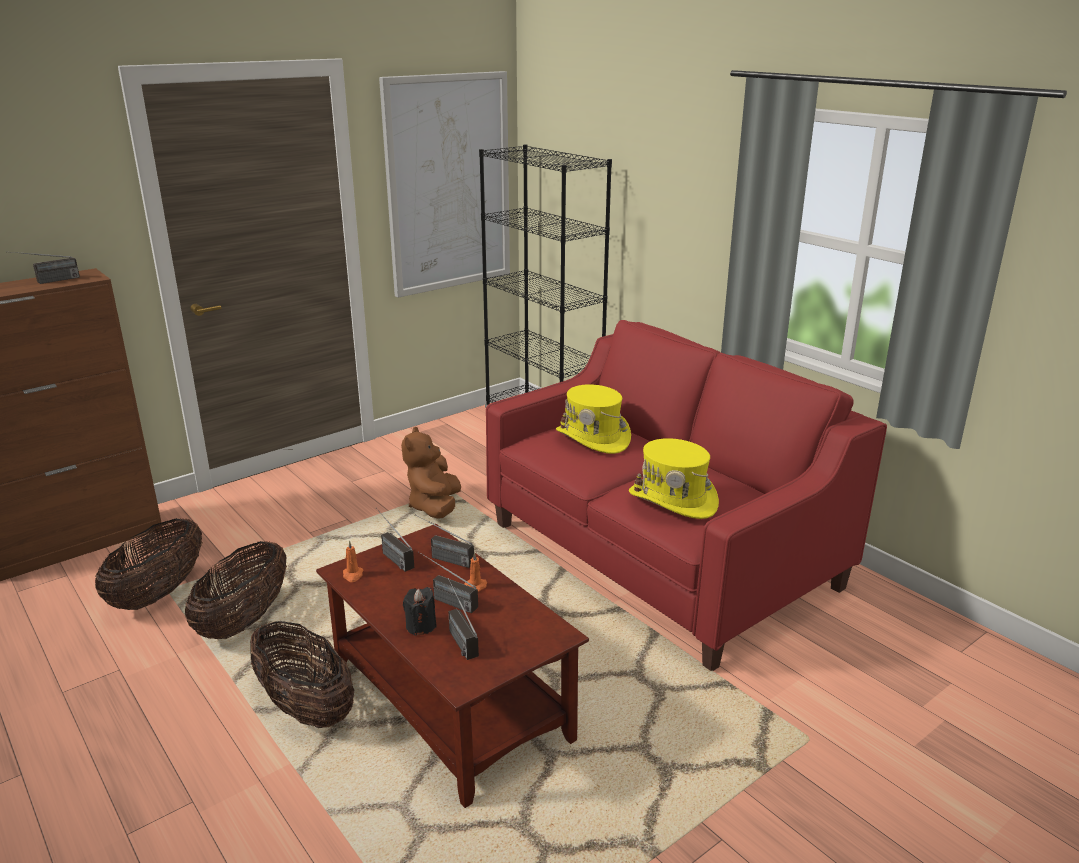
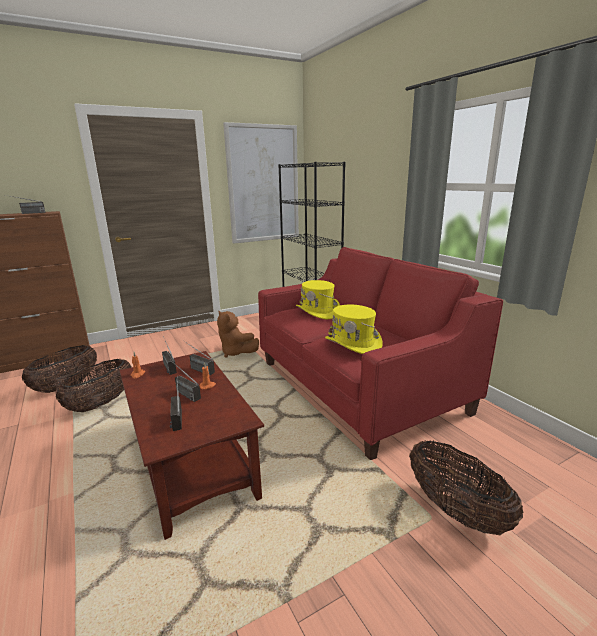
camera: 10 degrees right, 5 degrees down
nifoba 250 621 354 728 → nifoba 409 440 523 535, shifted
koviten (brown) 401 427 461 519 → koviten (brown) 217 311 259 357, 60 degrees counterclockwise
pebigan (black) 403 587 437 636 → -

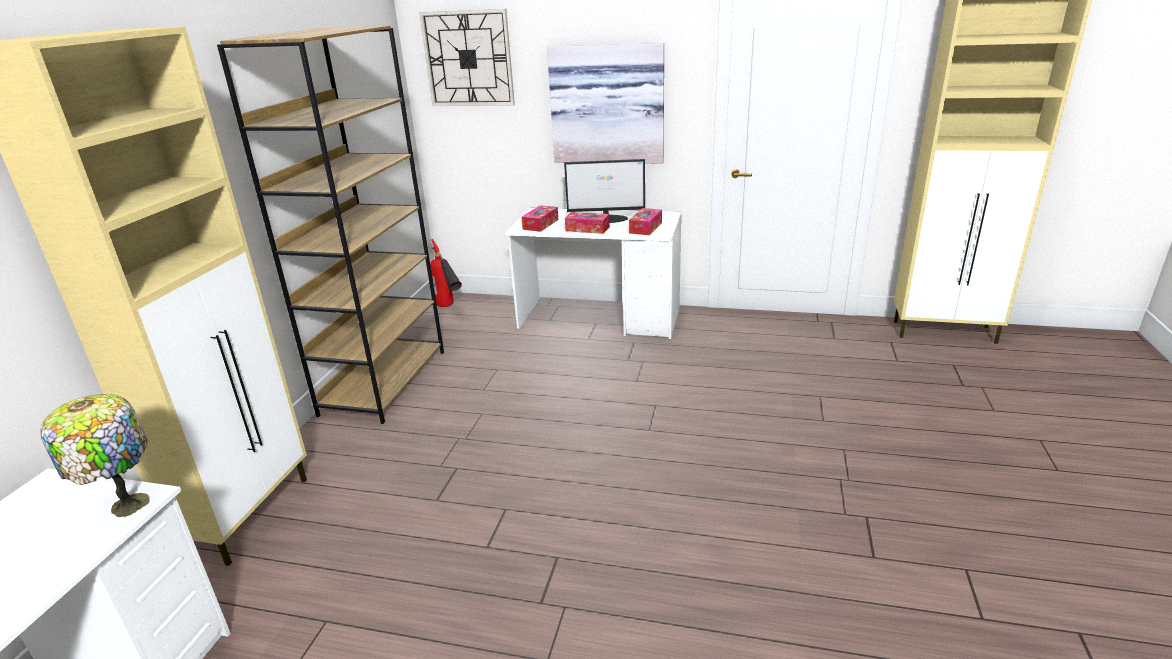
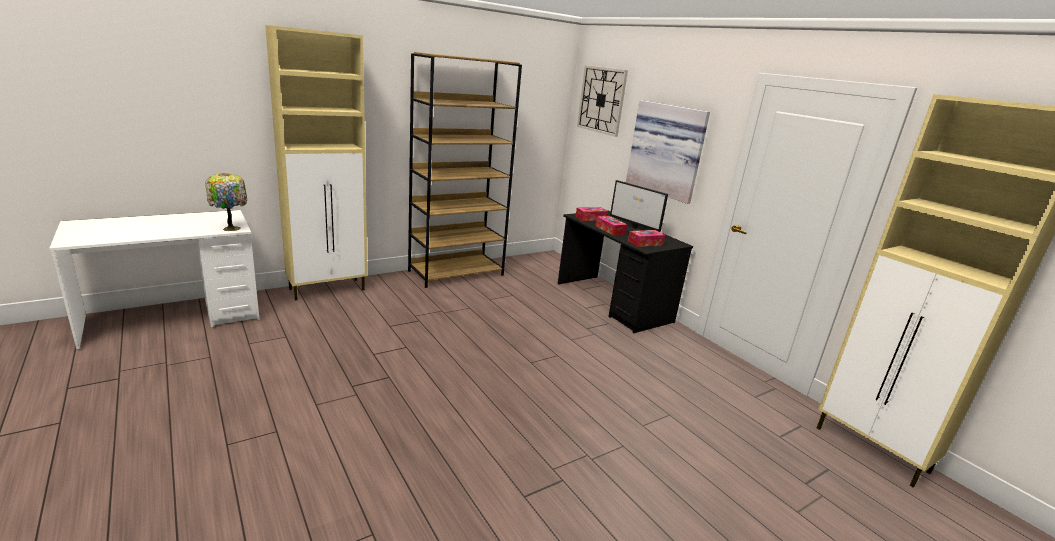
camera: 40 degrees right, 5 degrees down
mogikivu 430 239 462 307 → -
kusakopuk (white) 505 208 682 339 → kusakopuk (black) 558 210 693 334

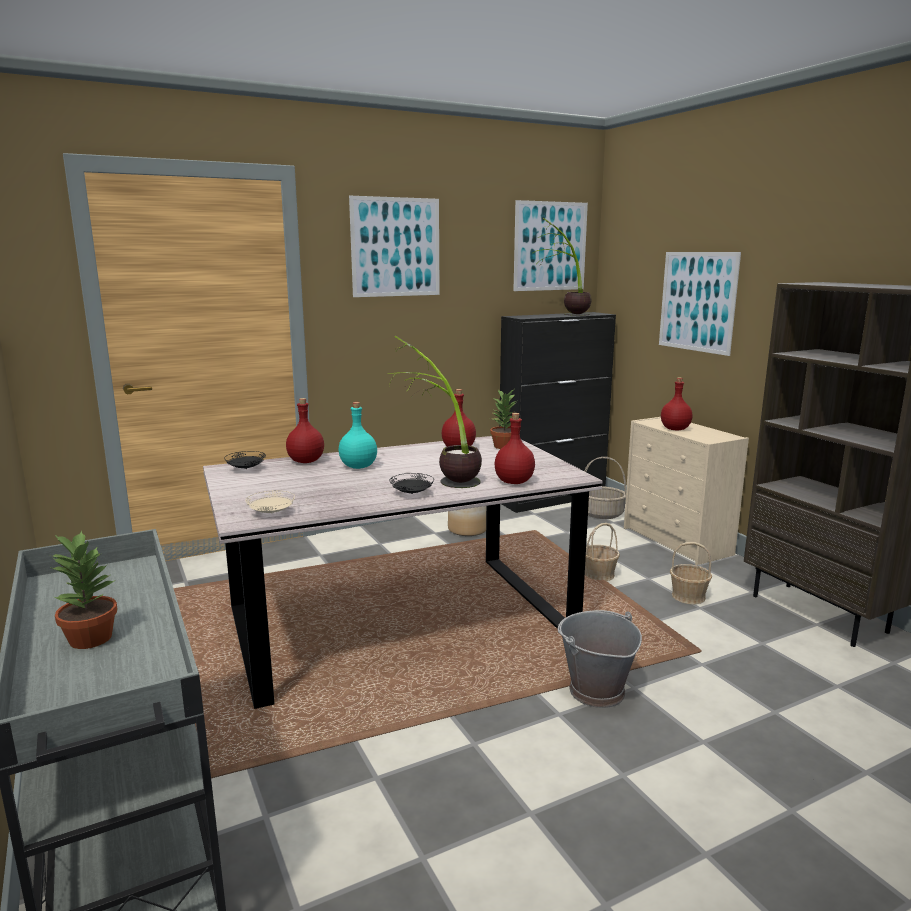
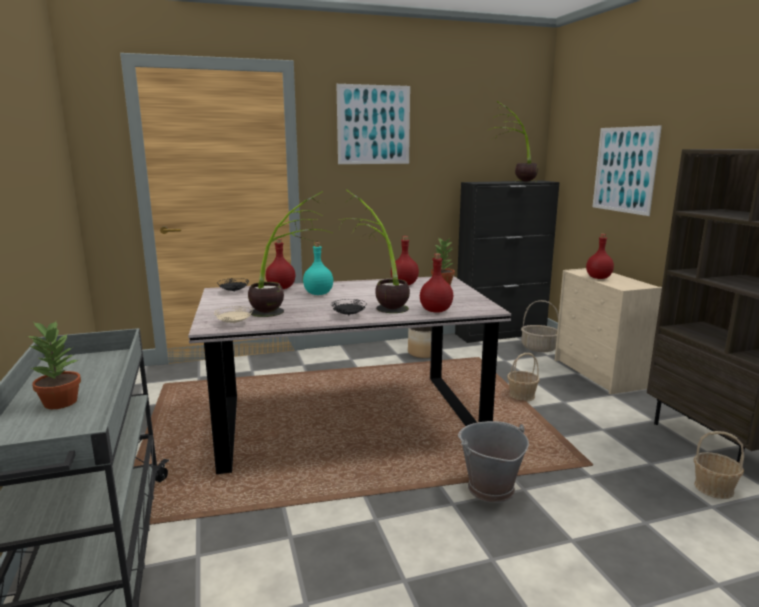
camera: 10 degrees right, 0 degrees up
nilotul 513 200 588 291 → -
nifoba 670 542 712 604 → nifoba 694 431 744 499, shifted
- → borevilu 248 191 332 317

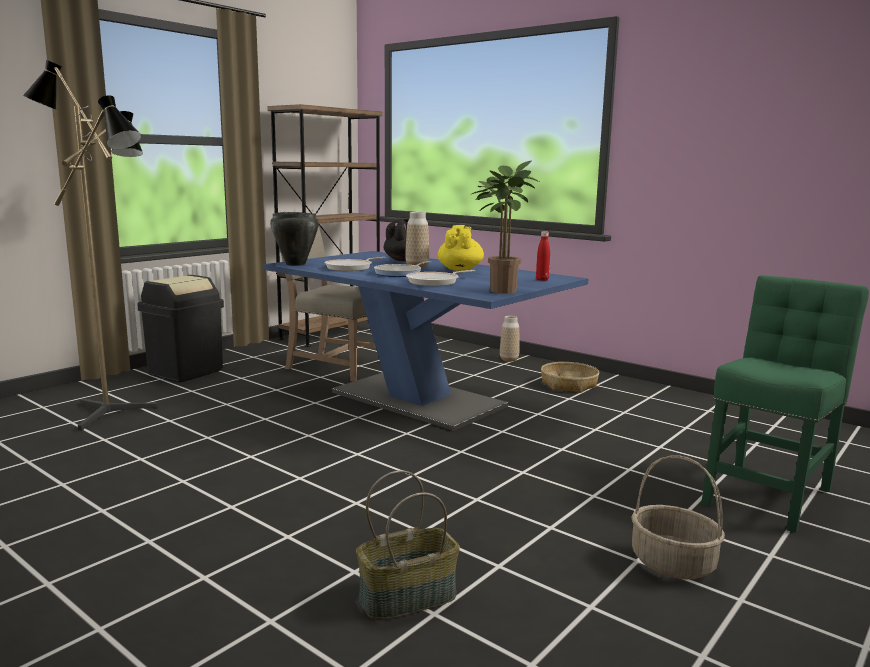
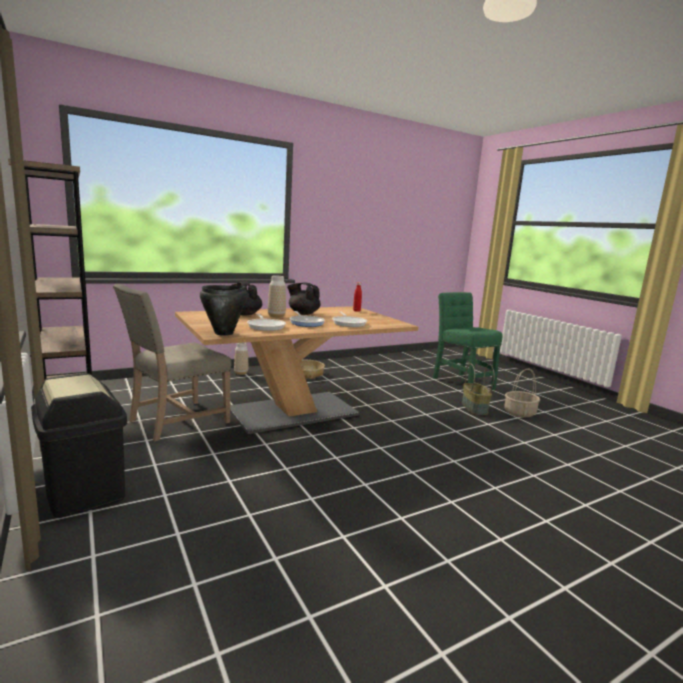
camera: 70 degrees left, 0 degrees up
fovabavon 23 60 157 431 → -
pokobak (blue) 263 251 588 431 → pokobak (brown) 175 306 418 434
nifoba 356 470 460 620 → nifoba 462 364 495 415, shifted
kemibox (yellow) 438 225 484 271 → kemibox (black) 287 282 321 315
borevilu 470 161 539 294 → -

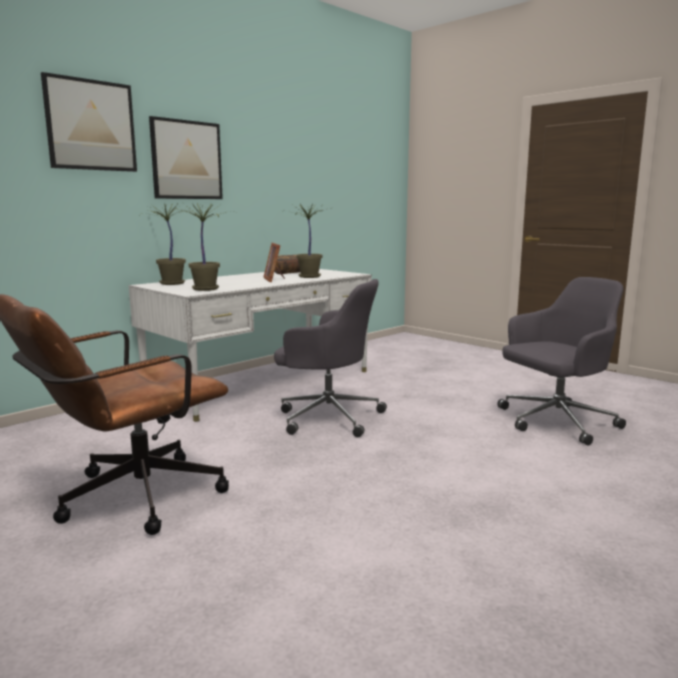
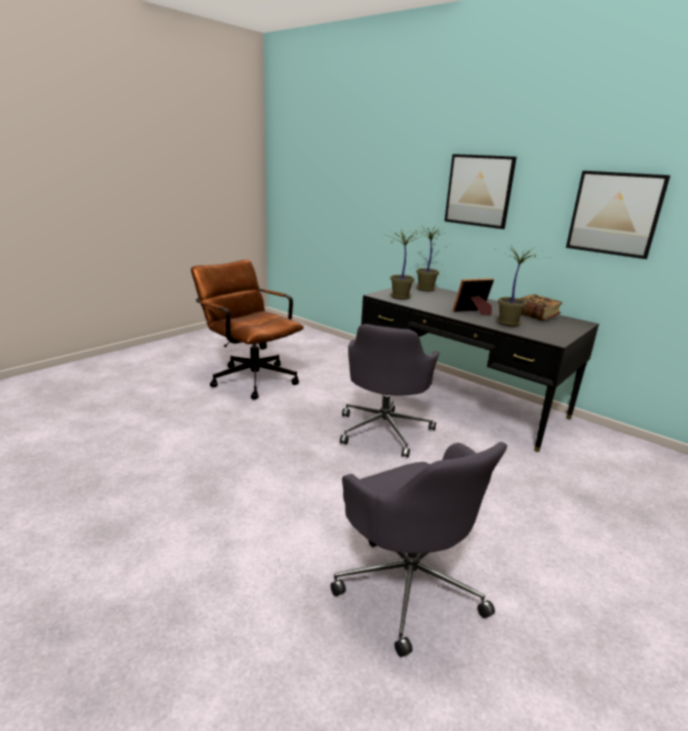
camera: 85 degrees right, 10 degrees up
nilotul 41 72 137 172 → nilotul 566 171 670 259, shifted
kusakopuk (white) 129 269 372 422 → kusakopuk (black) 361 282 599 452

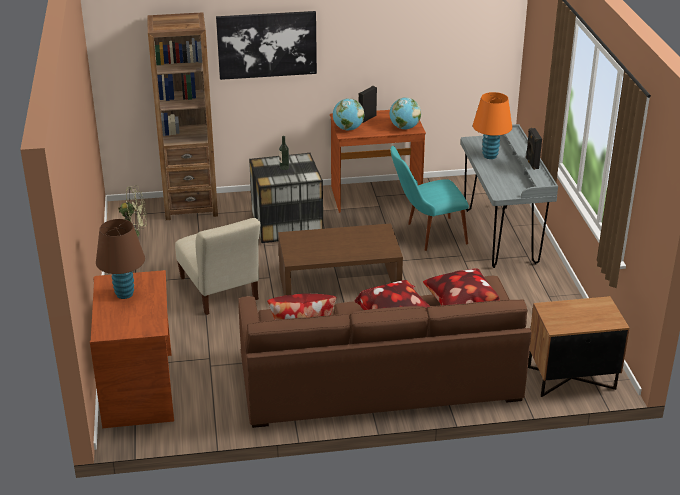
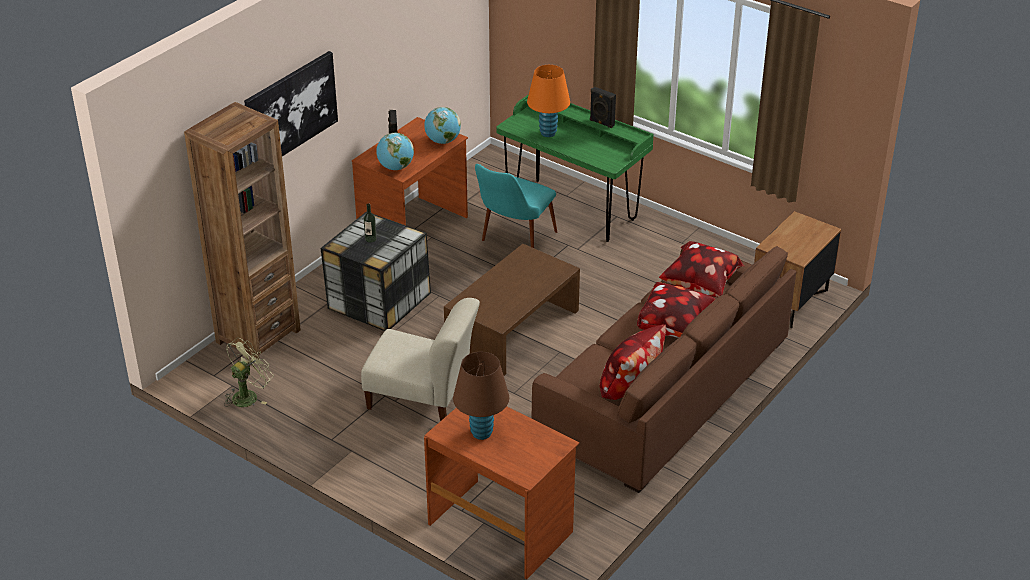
camera: 45 degrees left, 5 degrees up
kusakopuk (grey) 460 124 558 268 → kusakopuk (green) 496 94 654 242

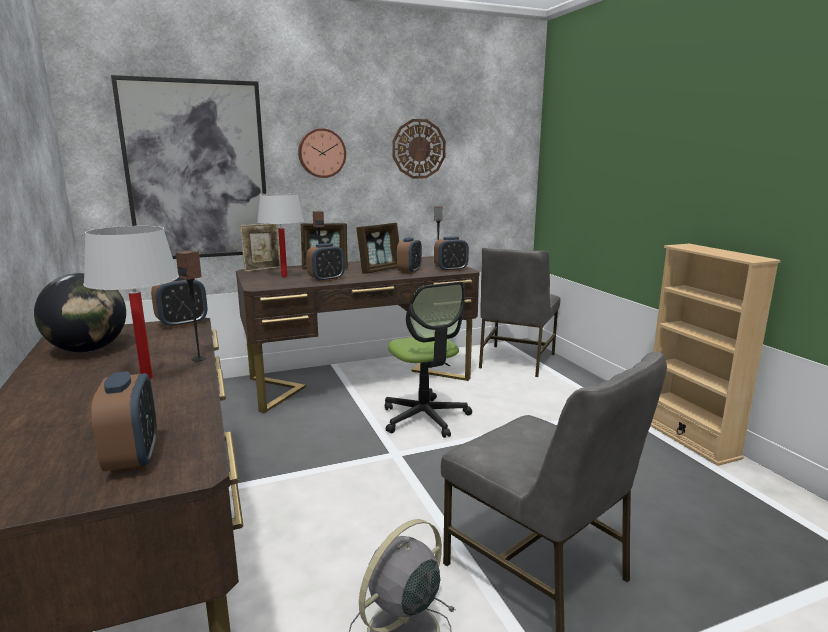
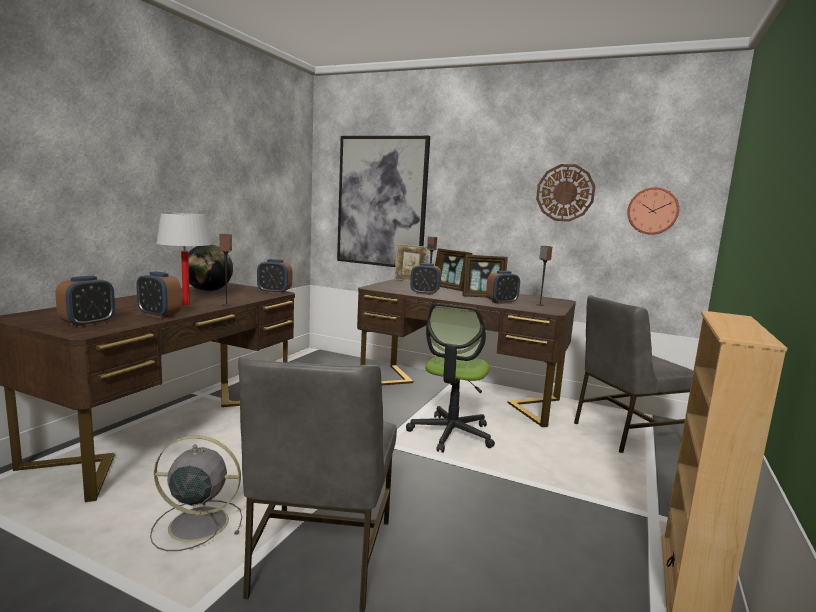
camera: 45 degrees right, 5 degrees down
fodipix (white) 257 193 304 277 → -
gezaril 298 128 346 178 → gezaril 627 187 679 235, shifted
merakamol 434 236 469 272 → merakamol 136 271 181 318, shifted

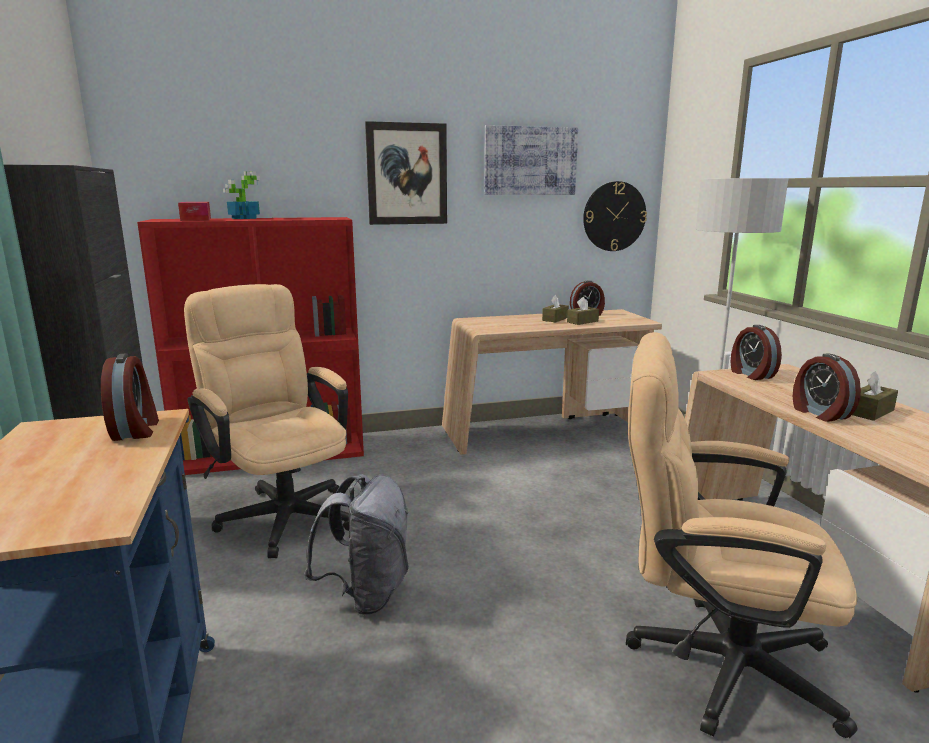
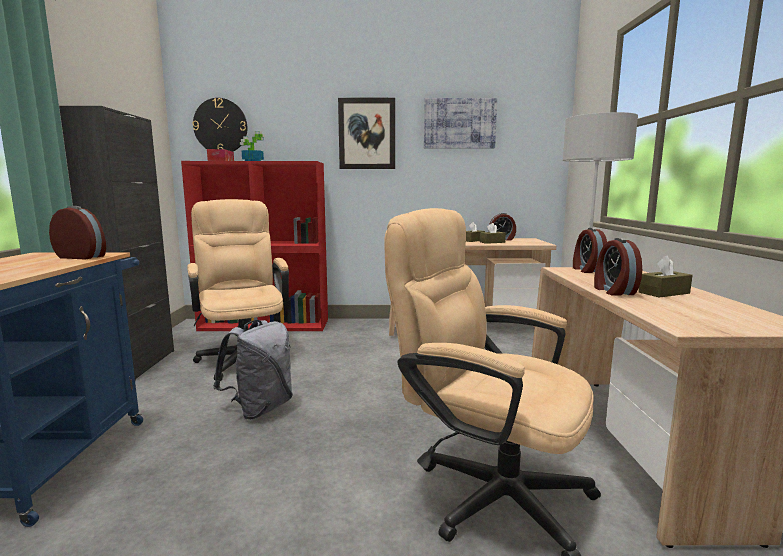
camera: 15 degrees right, 5 degrees down
merakamol 101 353 159 441 → merakamol 49 206 106 259, 75 degrees counterclockwise
gezaril 583 181 647 251 → gezaril 193 98 247 152, shifted

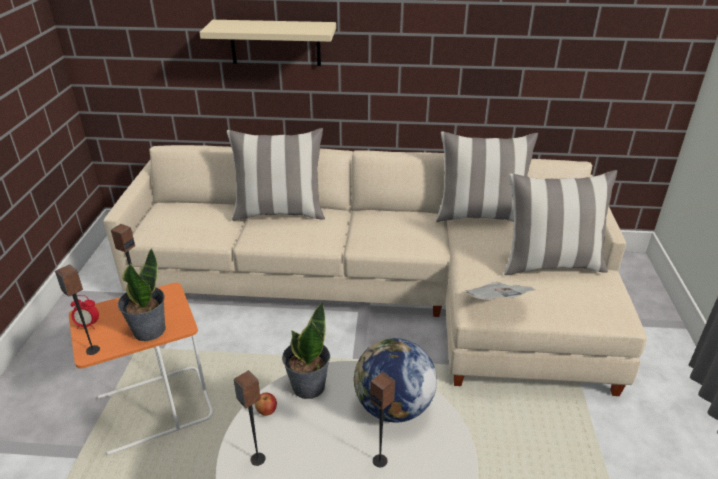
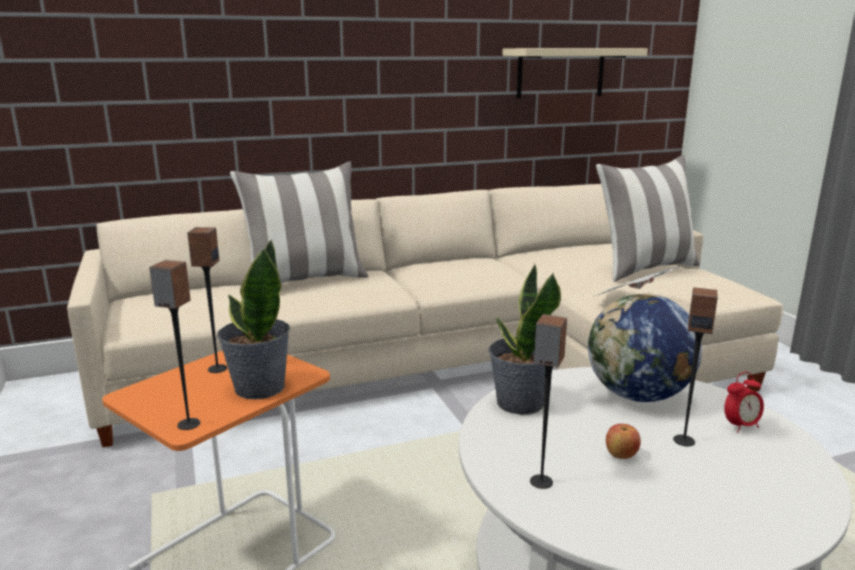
camera: 25 degrees left, 15 degrees down
merakamol 71 295 99 329 → merakamol 724 372 764 433, shifted
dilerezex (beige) 199 20 336 66 → dilerezex (beige) 502 48 648 99, shifted
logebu 255 393 277 416 → logebu 606 424 641 459, shifted
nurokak 436 131 538 222 → -

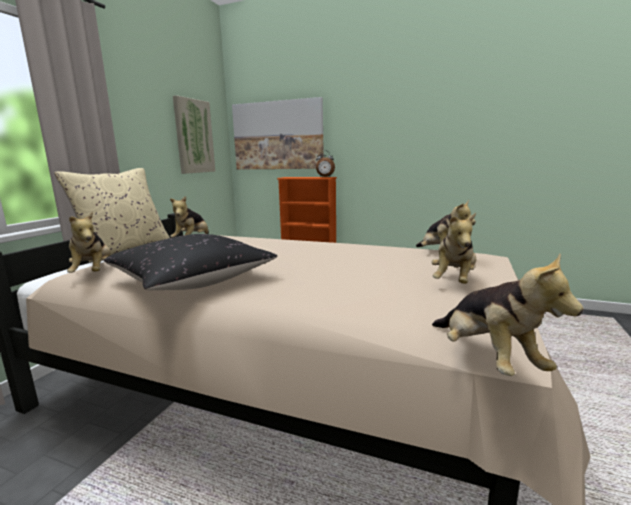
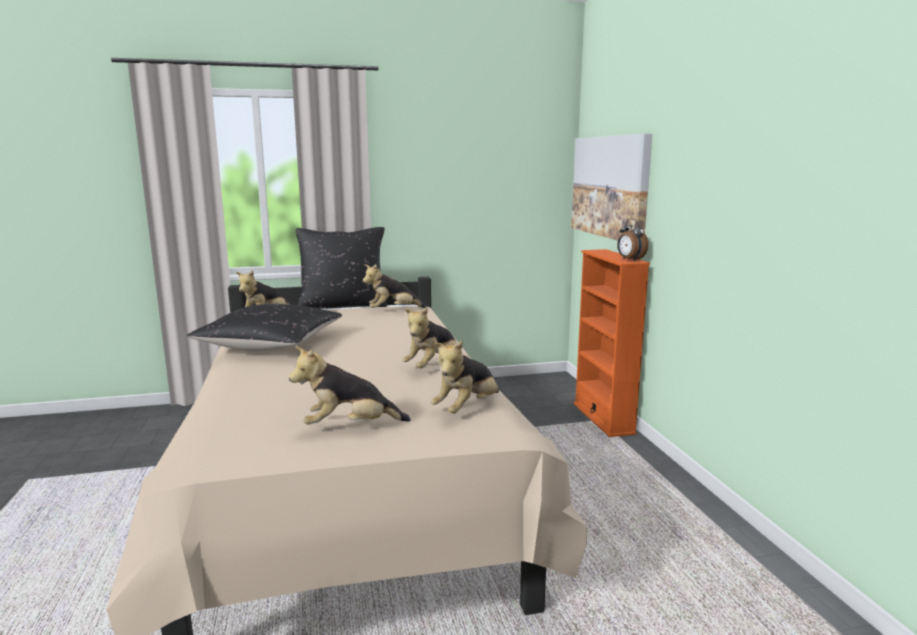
camera: 55 degrees right, 0 degrees up
nurokak (beige) 54 168 170 262 → nurokak (black) 296 227 387 308
nilotul 173 95 215 174 → -
koviten 432 254 584 376 → koviten 402 307 457 368, shifted

